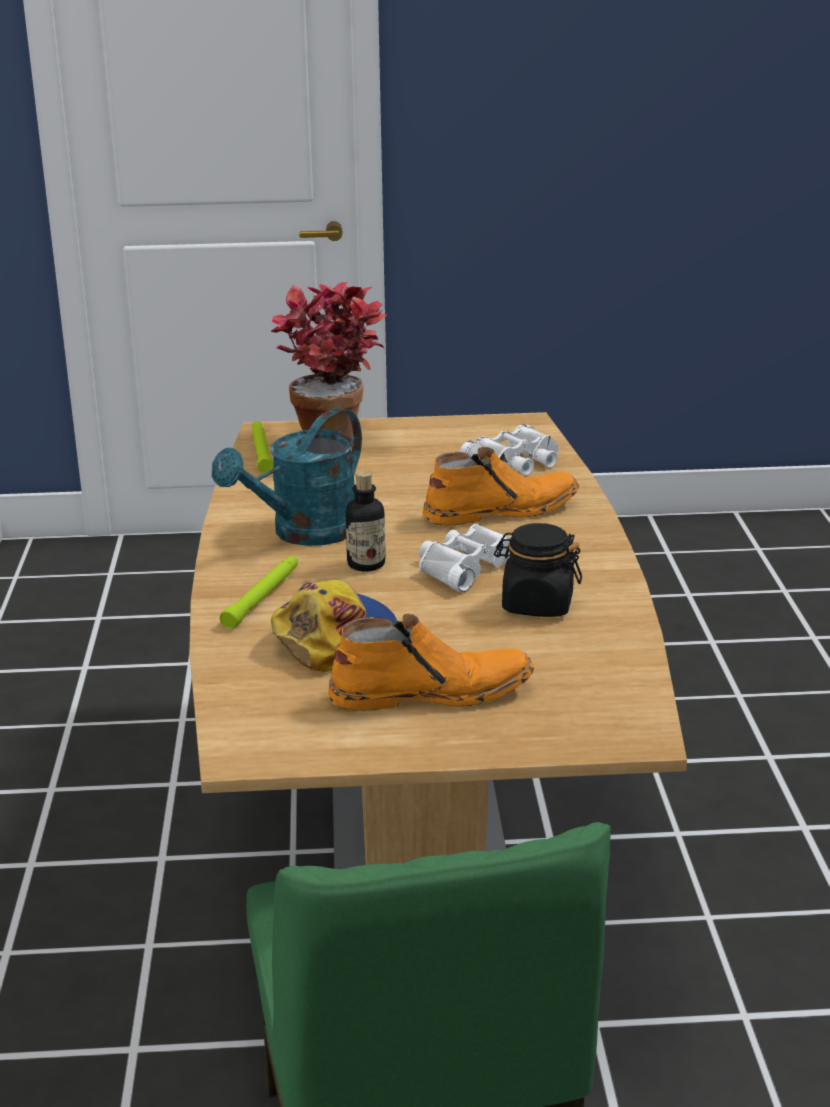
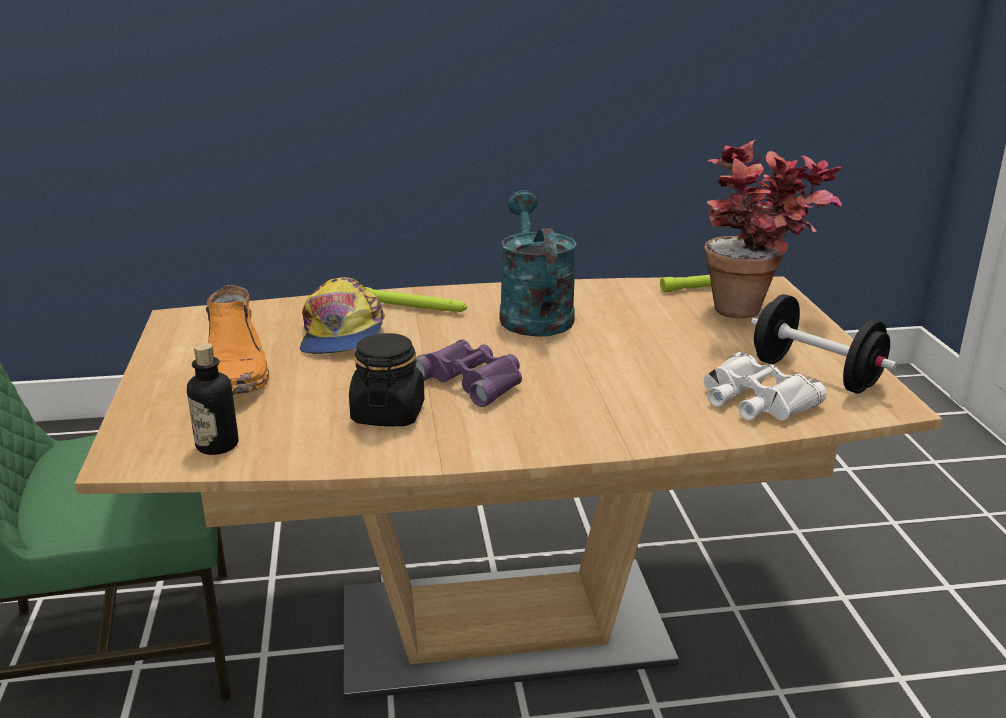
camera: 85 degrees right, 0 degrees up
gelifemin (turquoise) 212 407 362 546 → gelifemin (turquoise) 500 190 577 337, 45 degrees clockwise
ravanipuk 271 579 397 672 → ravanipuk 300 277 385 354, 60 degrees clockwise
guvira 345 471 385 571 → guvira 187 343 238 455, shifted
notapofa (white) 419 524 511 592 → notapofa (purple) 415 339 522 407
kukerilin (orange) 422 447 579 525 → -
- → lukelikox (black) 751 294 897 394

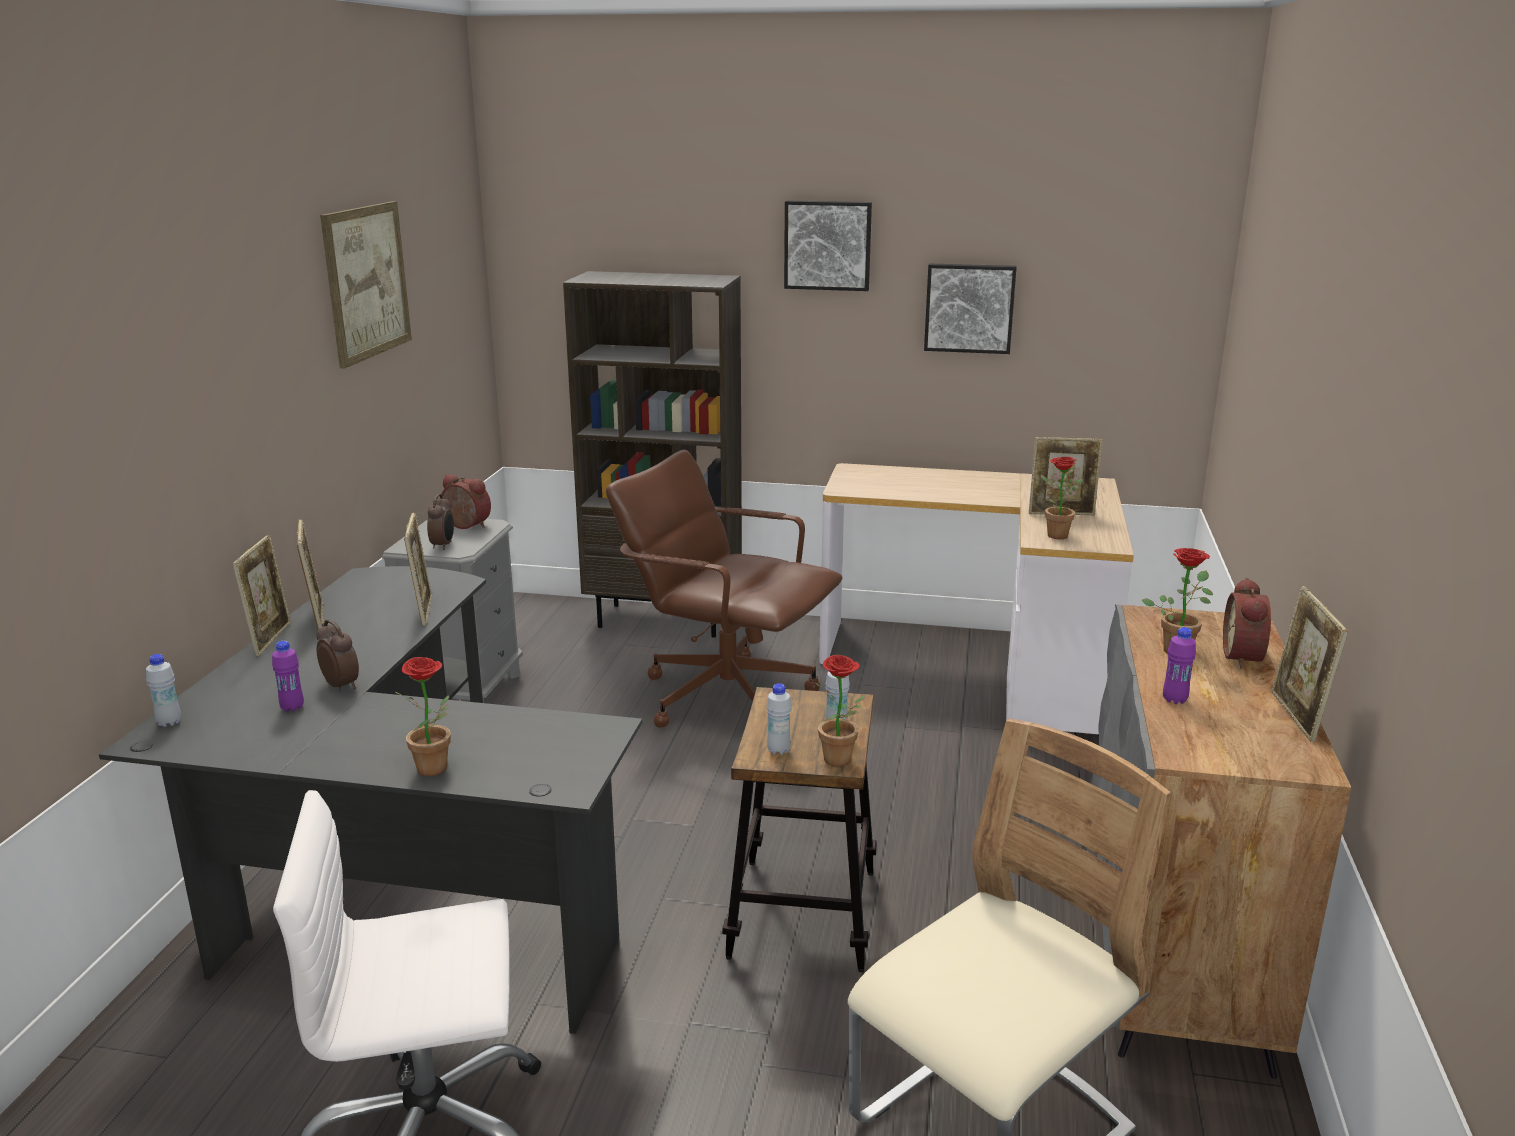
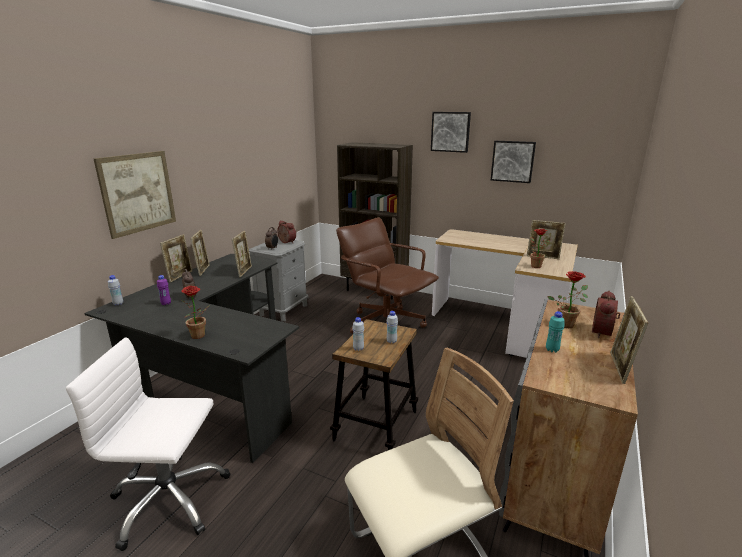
camera: 15 degrees right, 0 degrees up
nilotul 320 201 412 368 → nilotul 94 151 176 239, shifted
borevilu 815 655 865 767 → -
guvira (purple) 1163 627 1196 704 → guvira (turquoise) 546 311 565 352

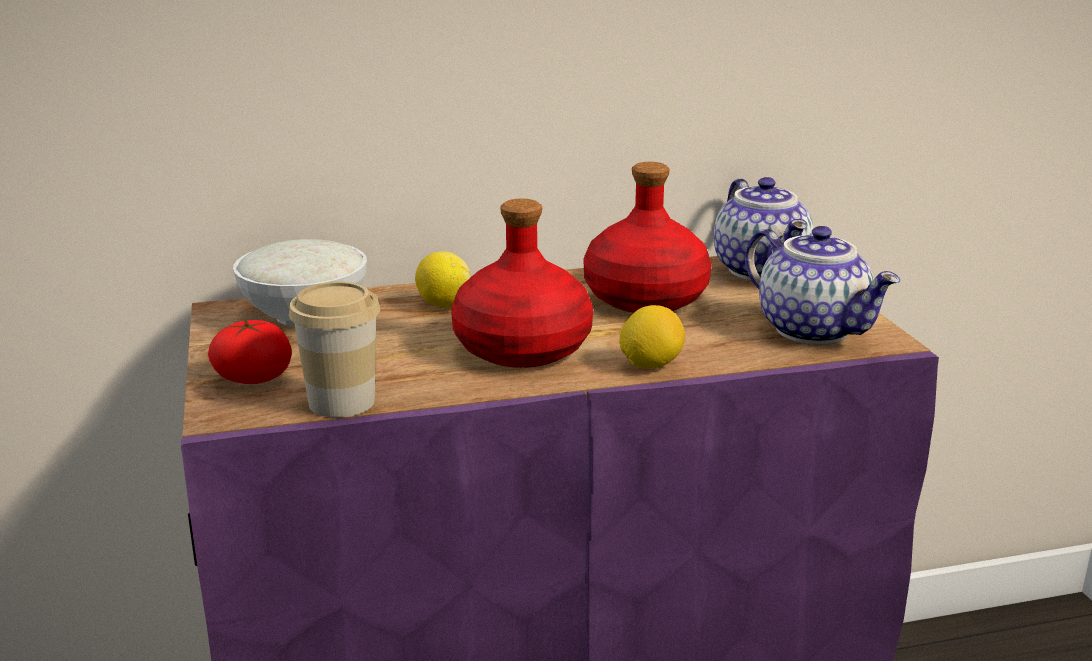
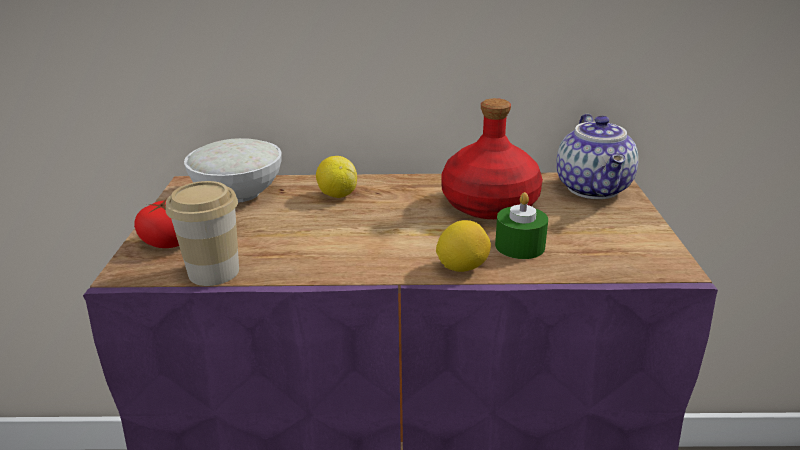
camera: 15 degrees right, 5 degrees up
guvira (red) 451 199 593 368 → -
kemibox 745 226 900 345 → -
- → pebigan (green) 495 192 548 259

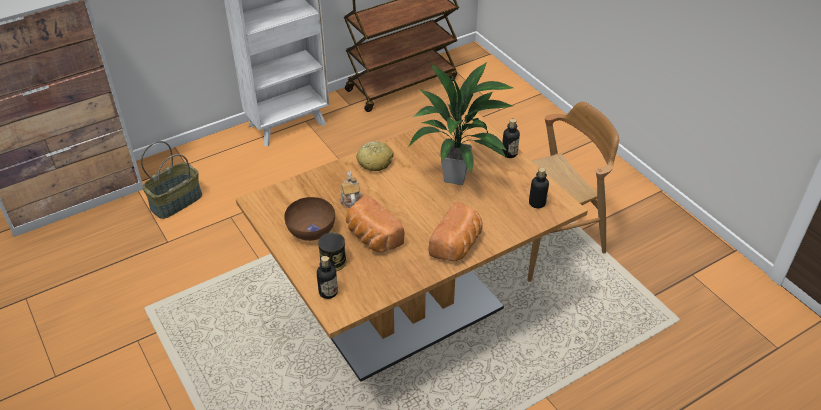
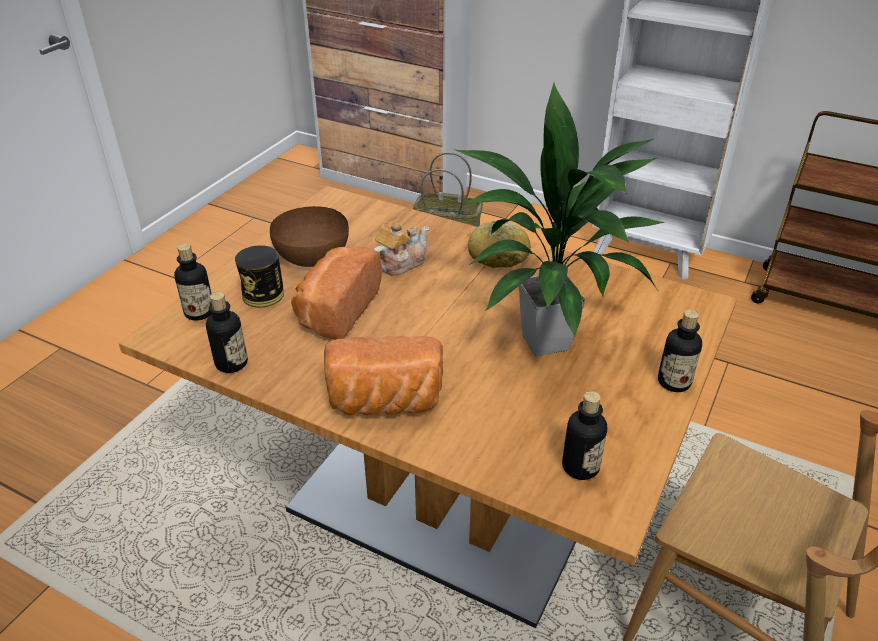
camera: 60 degrees right, 5 degrees down
- → guvira 206 292 248 373

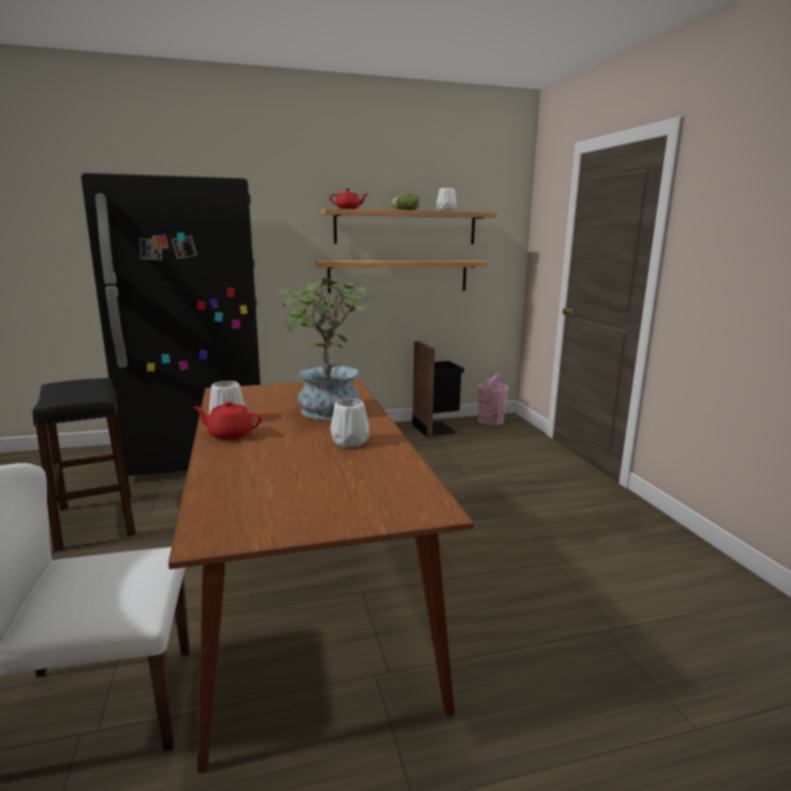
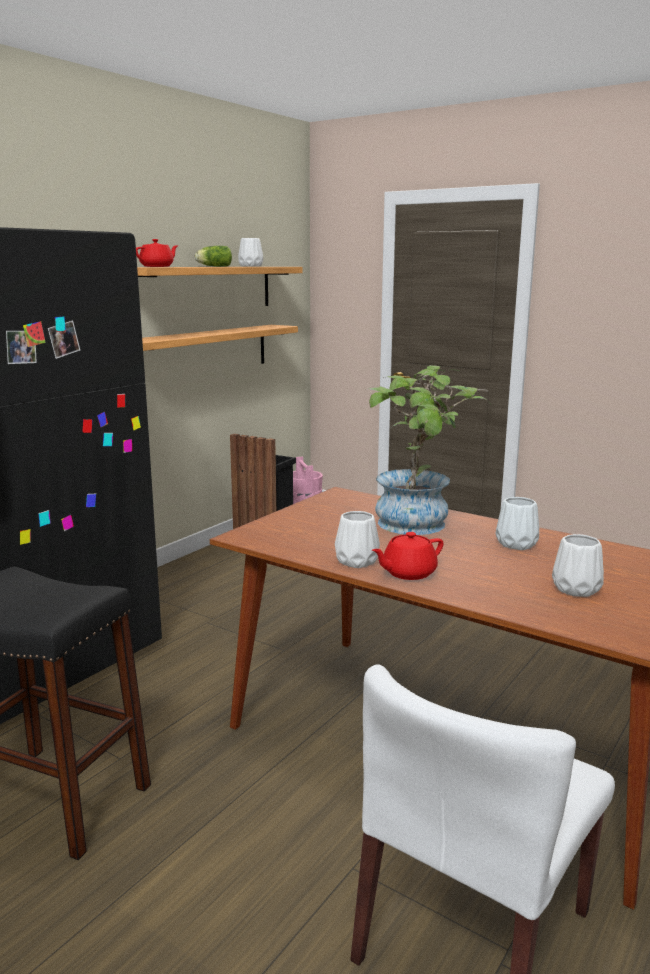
camera: 40 degrees left, 0 degrees up
- → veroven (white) 552 534 604 597

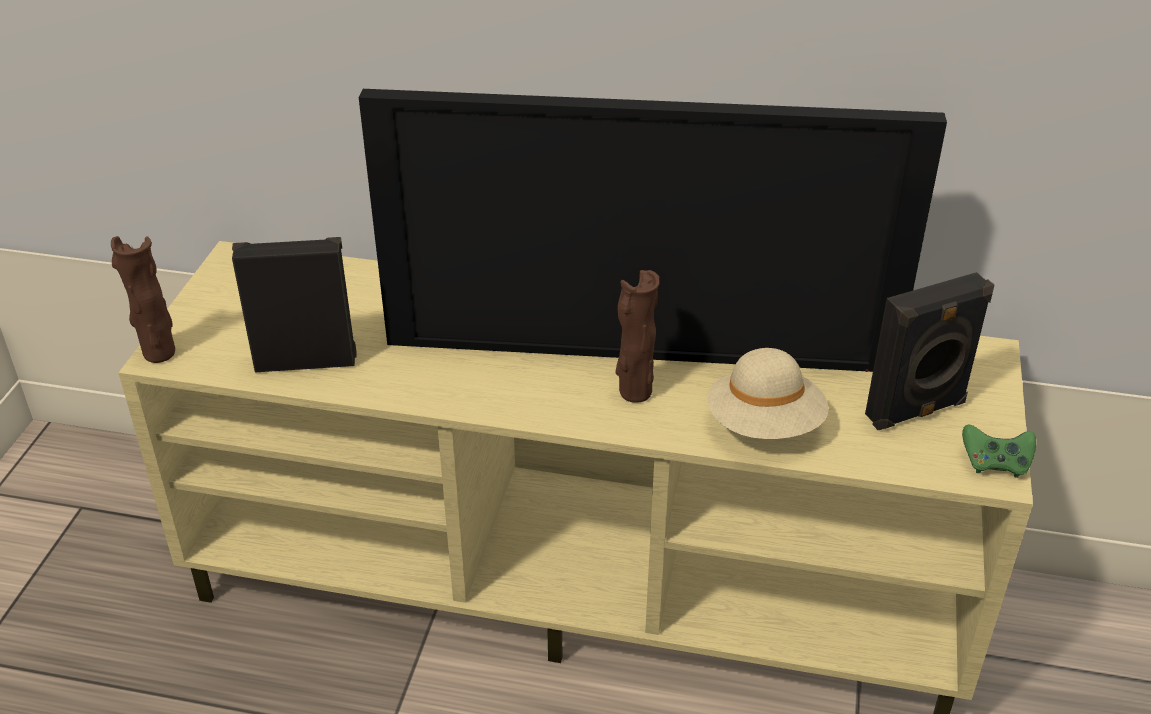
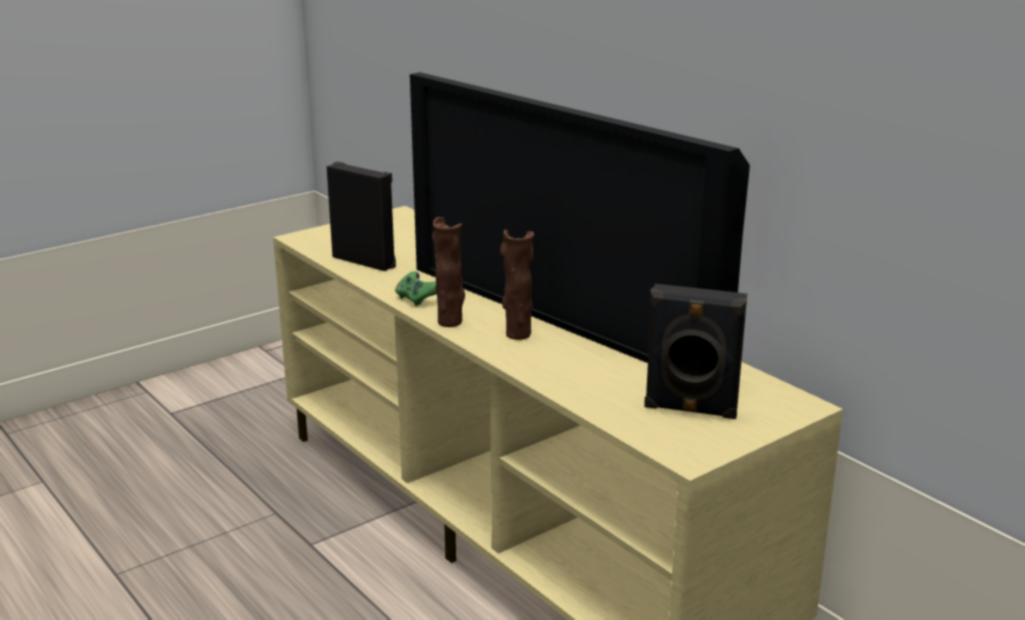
camera: 40 degrees right, 15 degrees down
veroven (brown) 111 236 175 363 → veroven (brown) 432 217 465 327, shifted
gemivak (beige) 707 348 829 439 → -
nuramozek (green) 962 425 1036 478 → nuramozek (green) 395 271 437 306, shifted

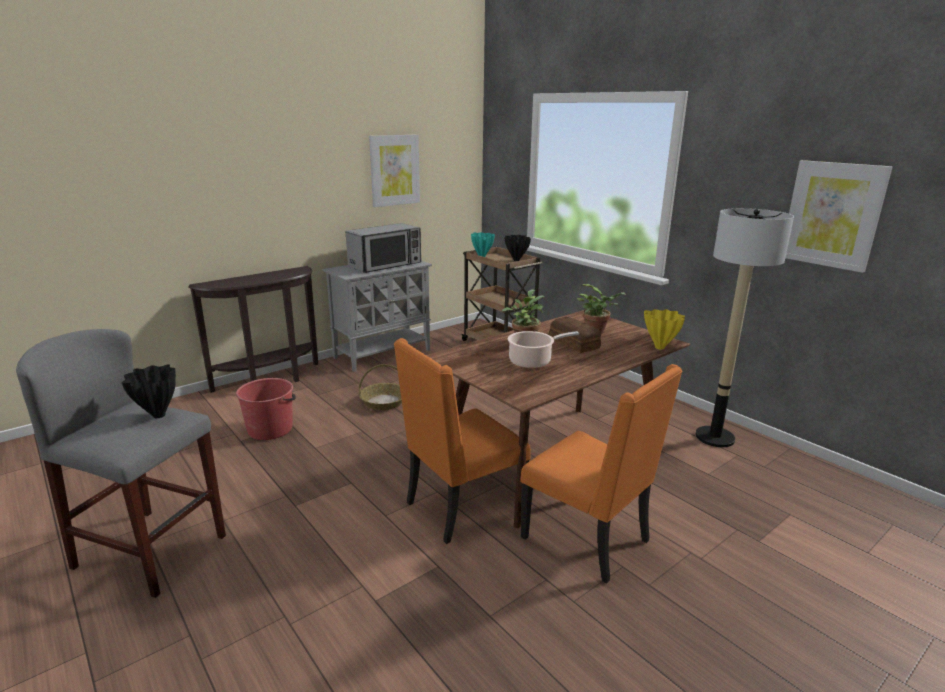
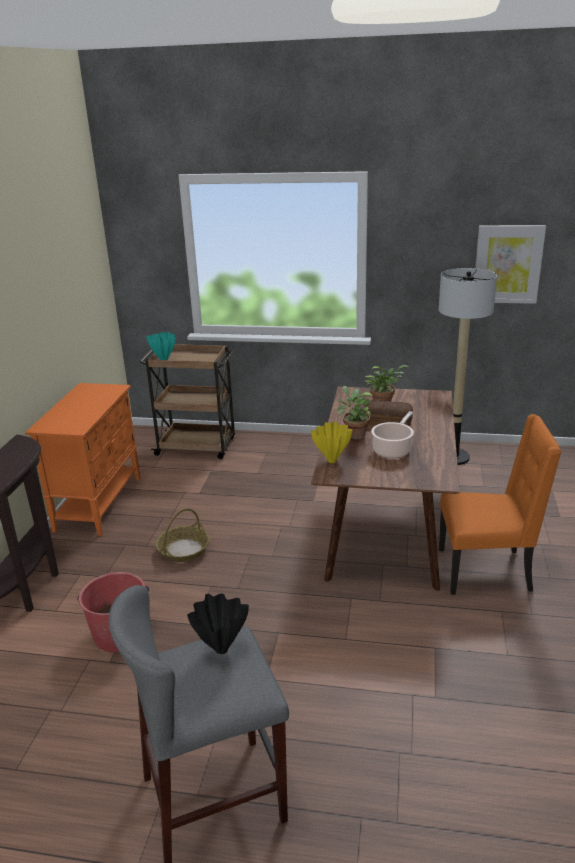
camera: 40 degrees left, 5 degrees up
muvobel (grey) 322 261 432 372 → muvobel (orange) 25 383 141 536
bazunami 346 223 421 273 → -
nilotul 369 135 420 207 → -
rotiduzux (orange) 394 338 530 544 → -
veroven (black) 504 235 531 261 → -
veroven (yellow) 644 309 685 350 → veroven (yellow) 311 422 352 463, shifted

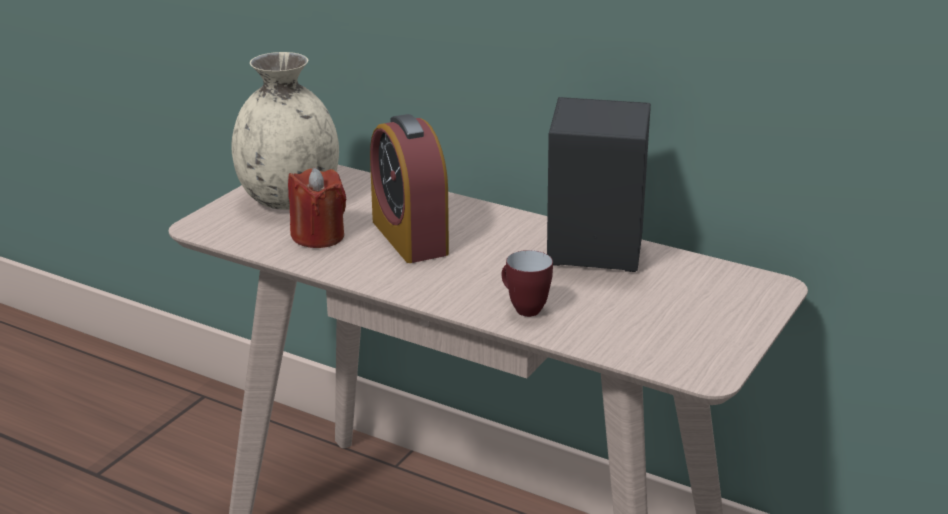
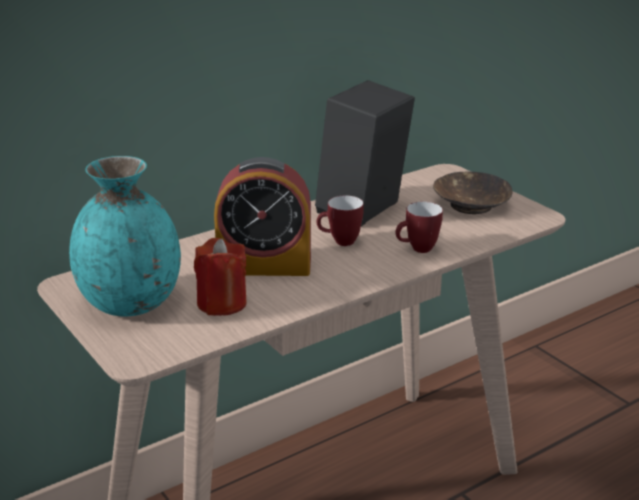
camera: 65 degrees left, 0 degrees up
veroven (beige) 232 52 339 210 → veroven (turquoise) 69 156 181 316
- → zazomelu 317 195 364 246
- → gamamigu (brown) 433 172 513 214

